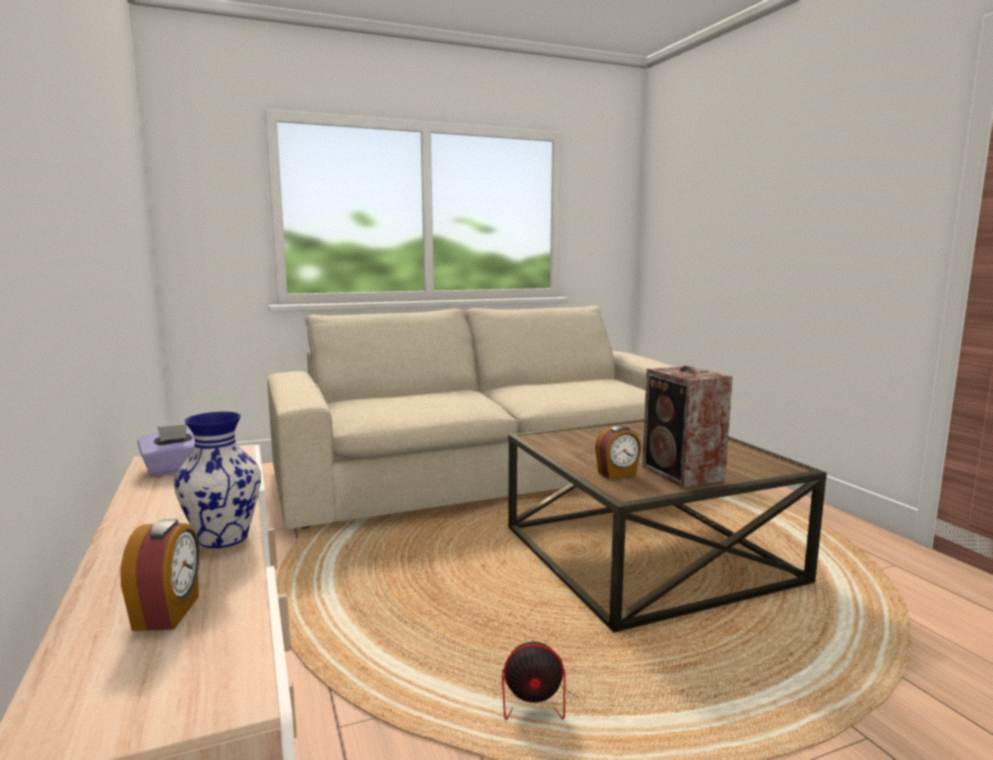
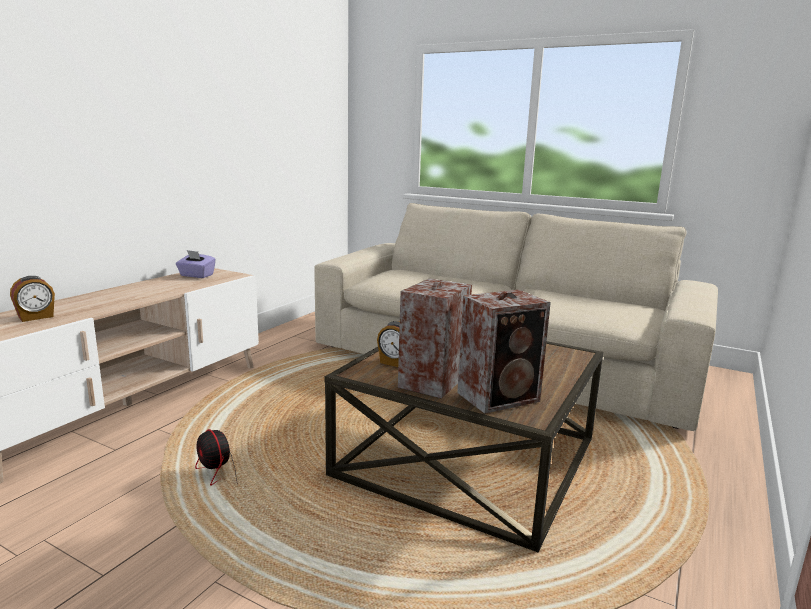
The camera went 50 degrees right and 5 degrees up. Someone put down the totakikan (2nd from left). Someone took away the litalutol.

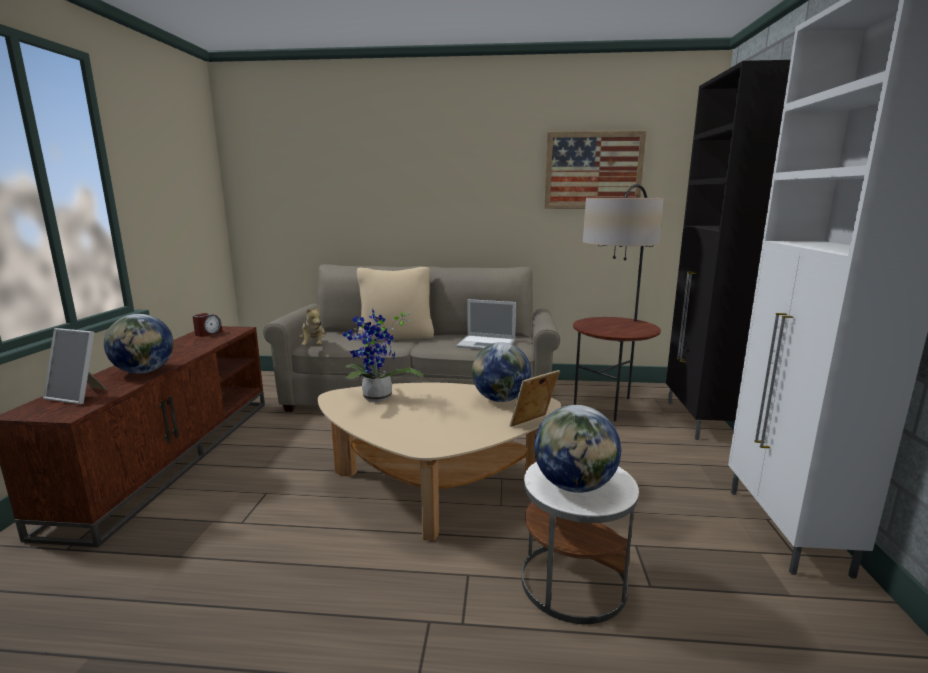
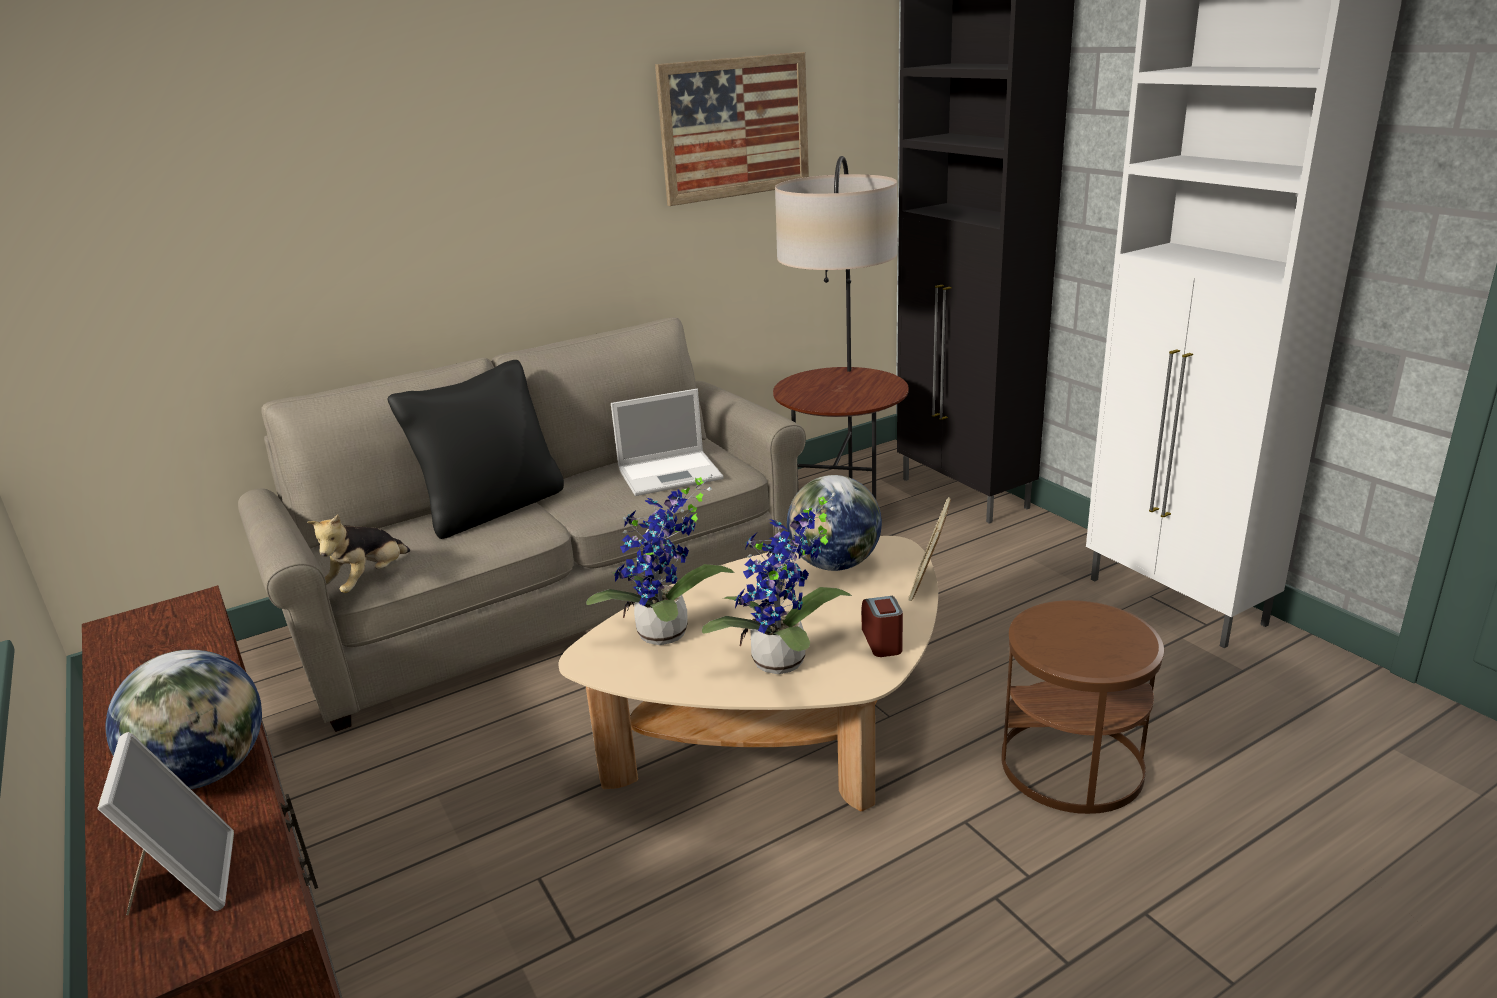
The camera went 35 degrees left and 10 degrees up. Someone rotated the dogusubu (1st from left) by 90 degrees counterclockwise. Someone rotated the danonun by 75 degrees clockwise. Someone repainted the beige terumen, which became the black terumen. Someone put down the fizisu (2nd from left). Someone carried the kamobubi. Someone repainted the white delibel, which became the brown delibel. Someone took away the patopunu (3rd from left).

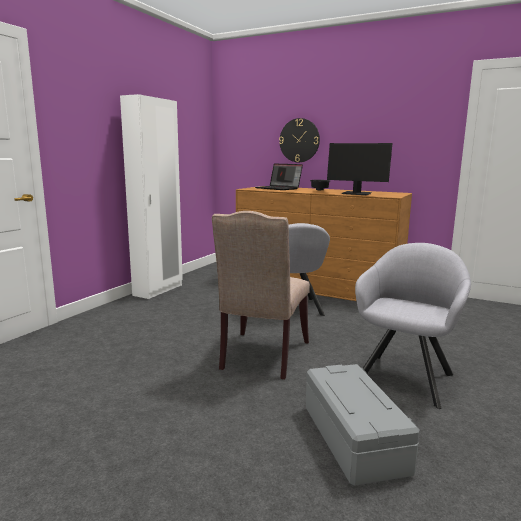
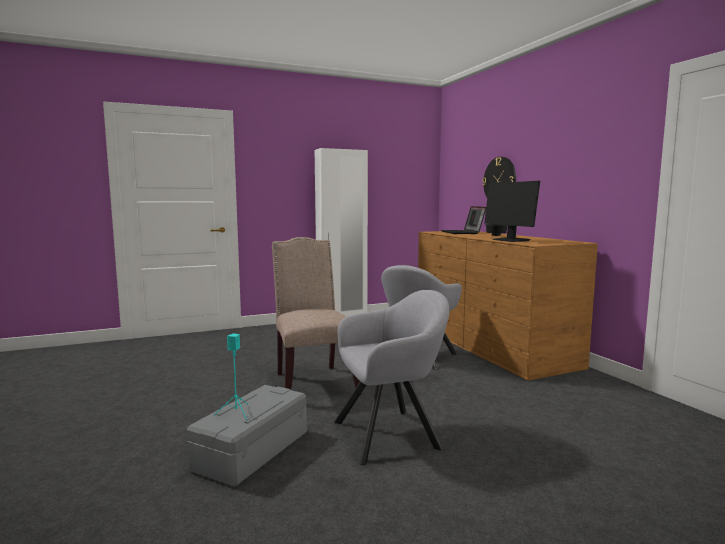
The camera went 40 degrees right and 5 degrees down. Someone put down the turquoise totakikan. Someone rotated the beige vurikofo by 105 degrees clockwise.

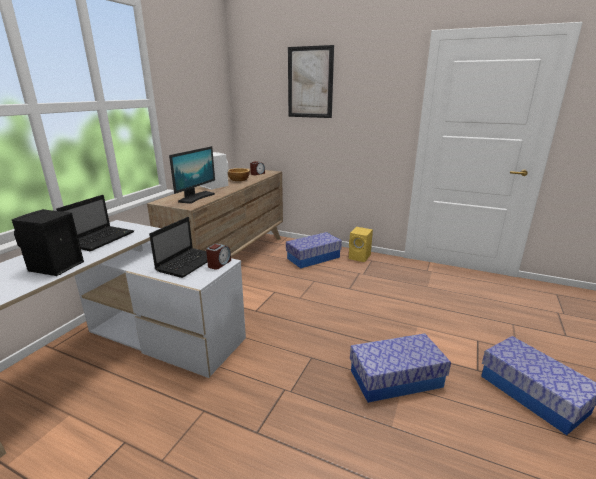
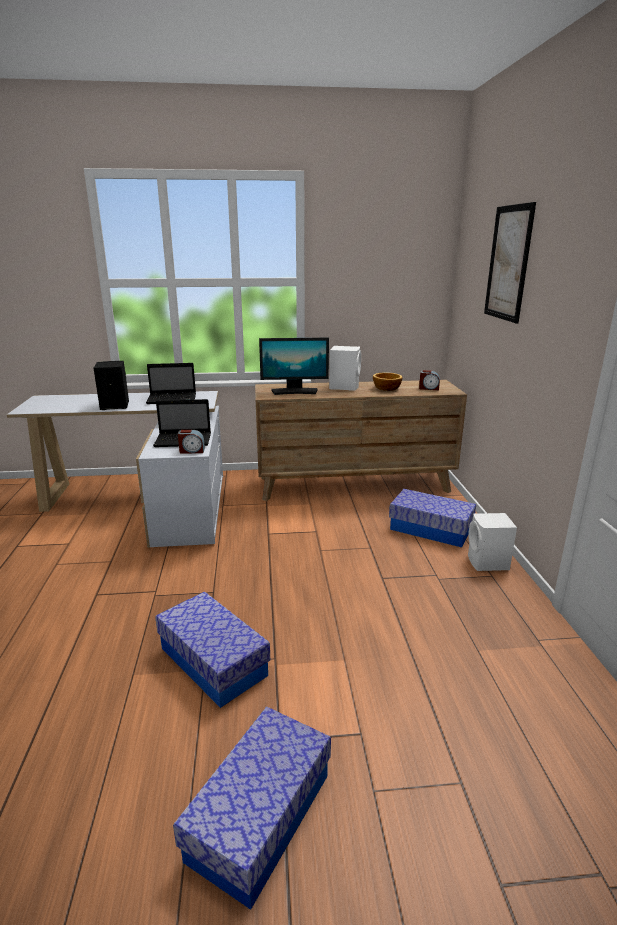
The camera went 60 degrees right and 0 degrees up. Someone repainted the yellow totakikan, which became the white totakikan (2nd from left).

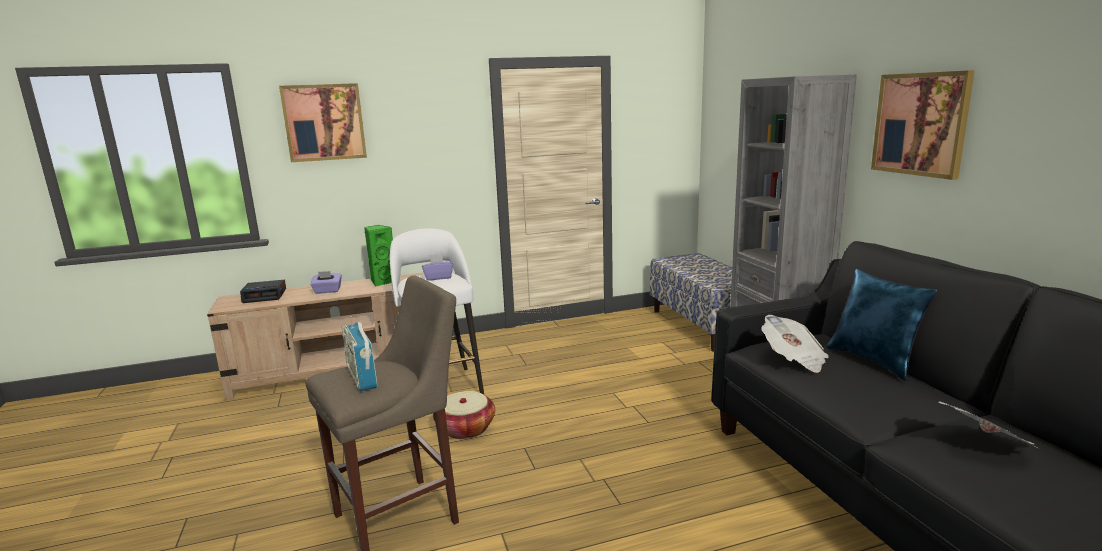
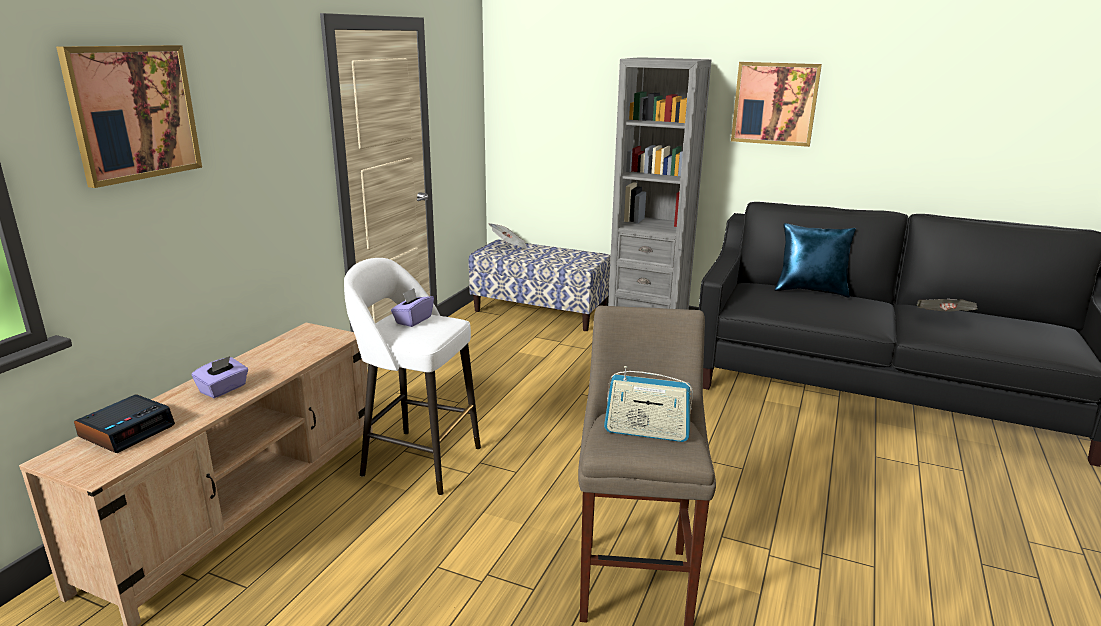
The camera went 50 degrees left and 5 degrees up. Someone carried the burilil (1st from left). Someone took away the green totakikan. Someone took away the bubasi.

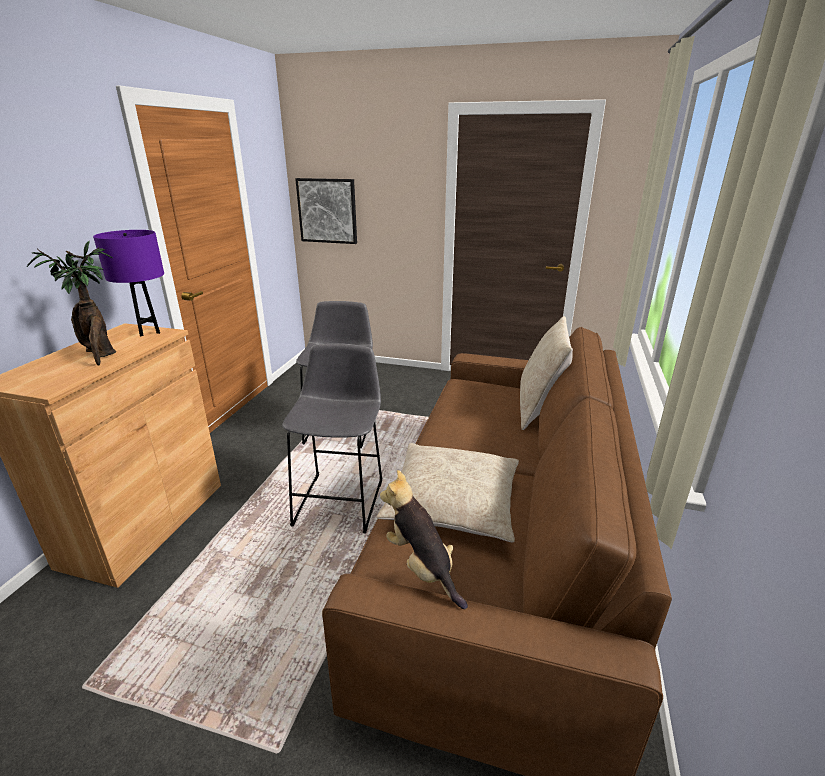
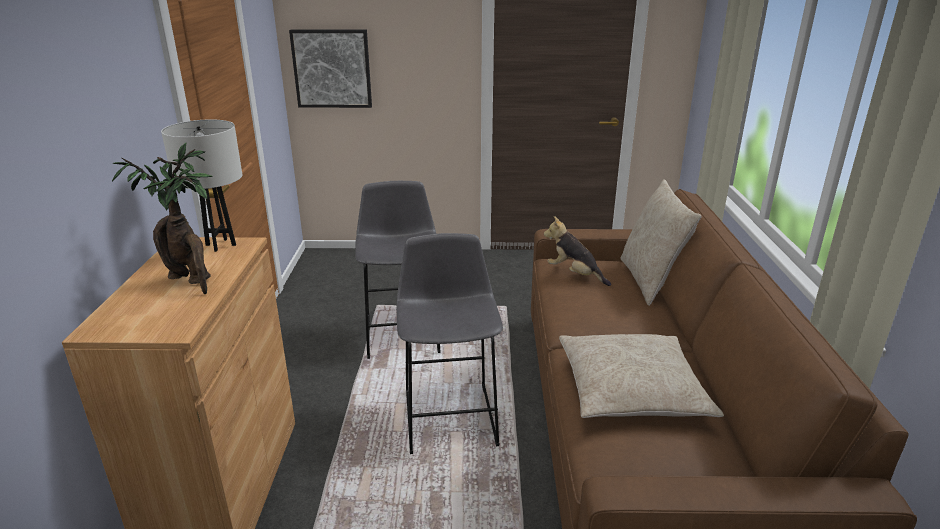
The camera went 15 degrees left and 0 degrees up. Someone repainted the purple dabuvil, which became the white dabuvil. Someone carried the danonun.

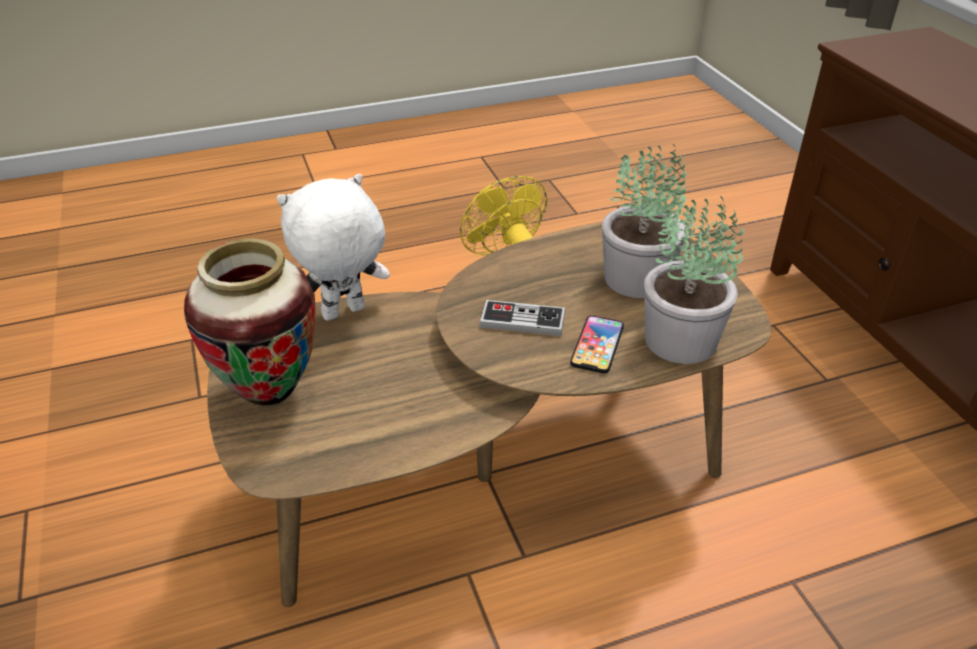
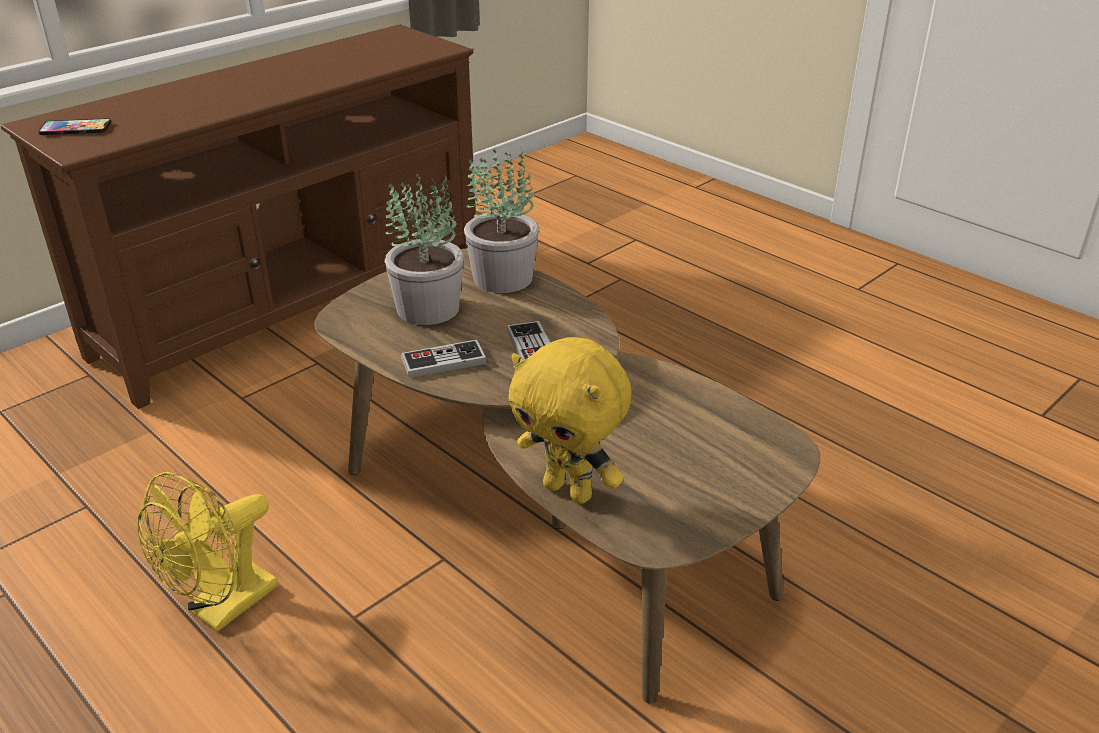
The camera went 115 degrees left and 5 degrees down. Someone carried the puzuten. Someone put down the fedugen (1st from left). Someone repainted the white danonun, which became the yellow danonun. Someone took away the litalutol.

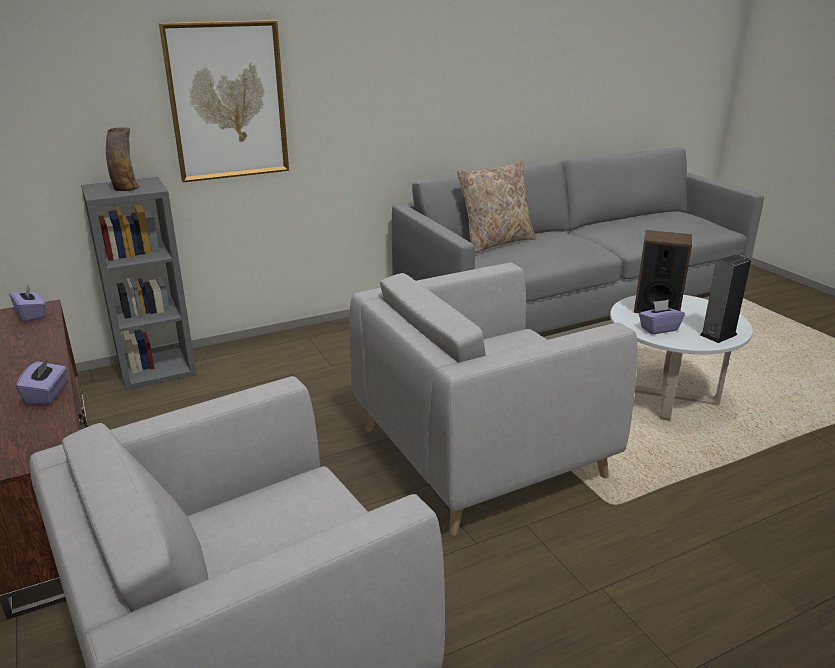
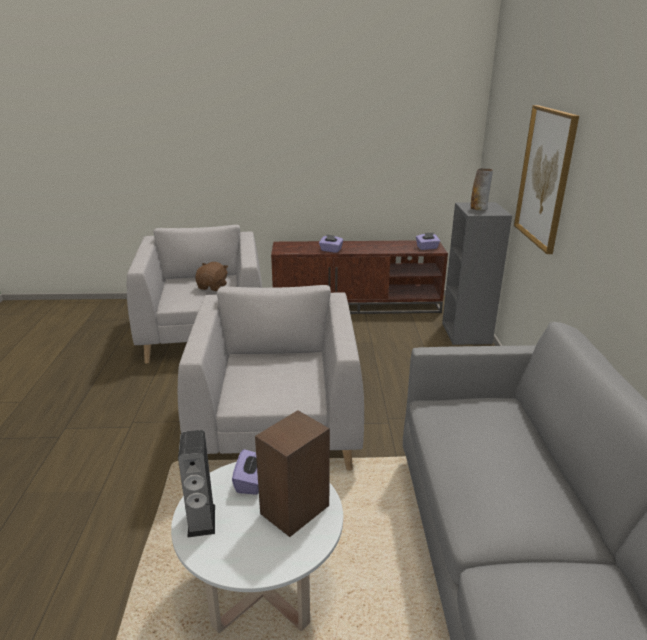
The camera went 115 degrees right and 0 degrees up. Someone put down the brown danonun. Someone took away the beige terumen.

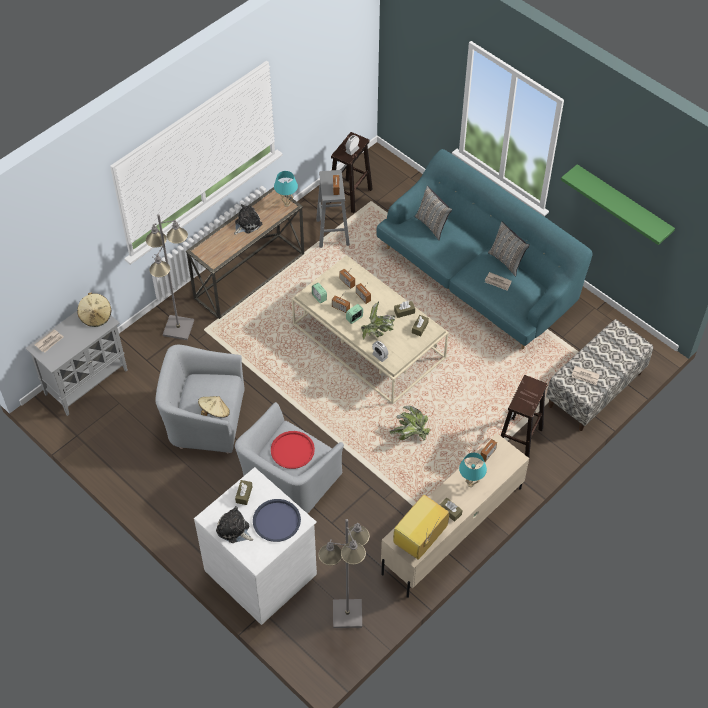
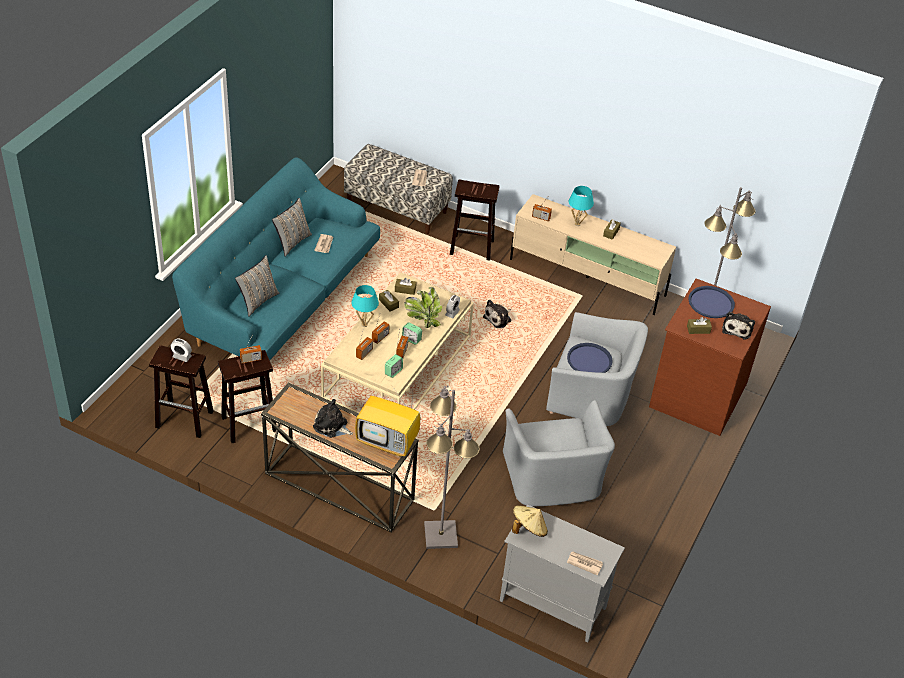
The camera went 110 degrees left and 10 degrees down. Someone repainted the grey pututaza, which became the brown pututaza (2nd from left). Someone carried the turquoise dabuvil (1st from left). Someone carried the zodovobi. Someone swapped the fizisu (2nd from left) for the danonun (2nd from left). Someone repainted the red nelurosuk, which became the blue nelurosuk (1st from left). Someone repainted the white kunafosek, which became the brown kunafosek. Someone took away the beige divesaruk (2nd from left). Someone took away the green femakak.

